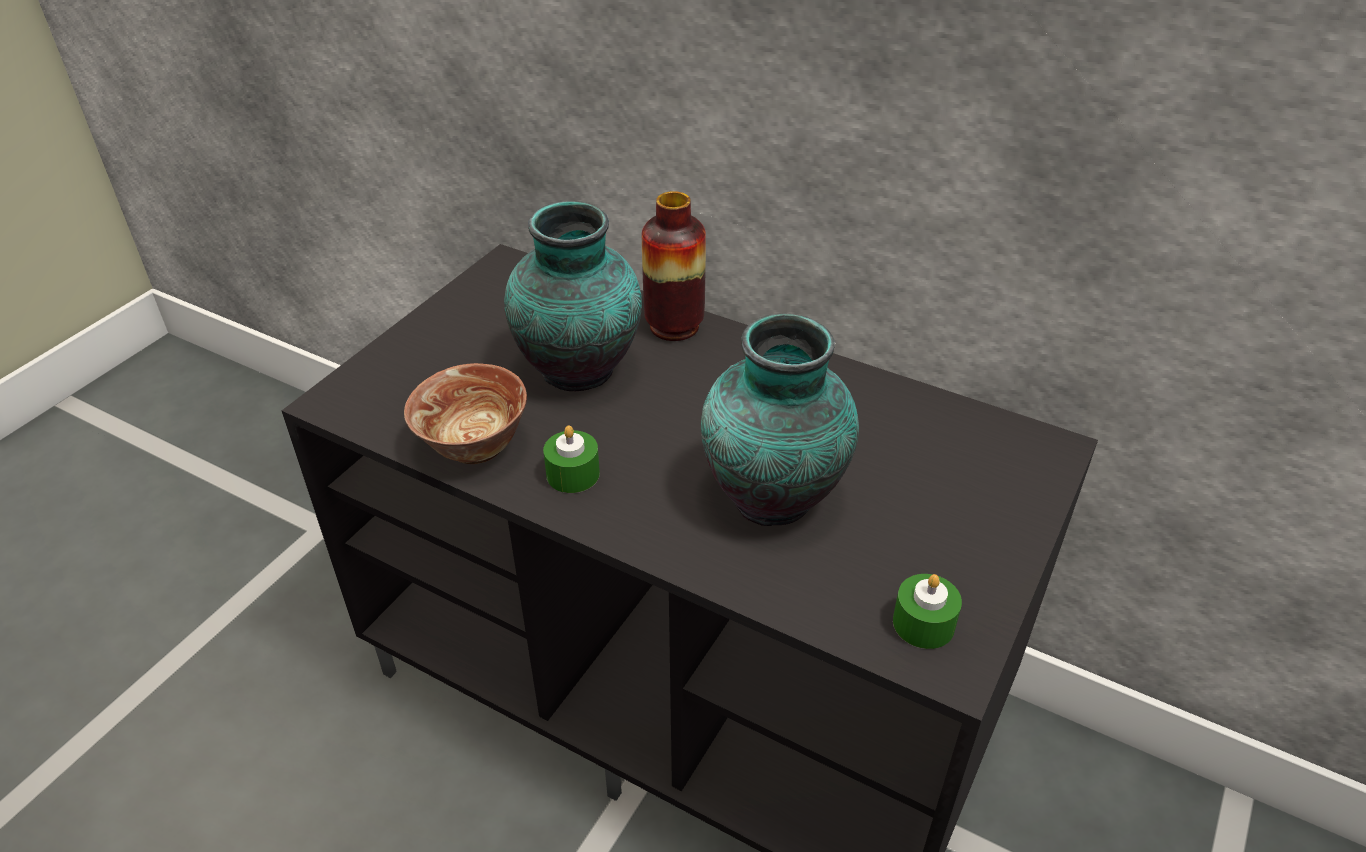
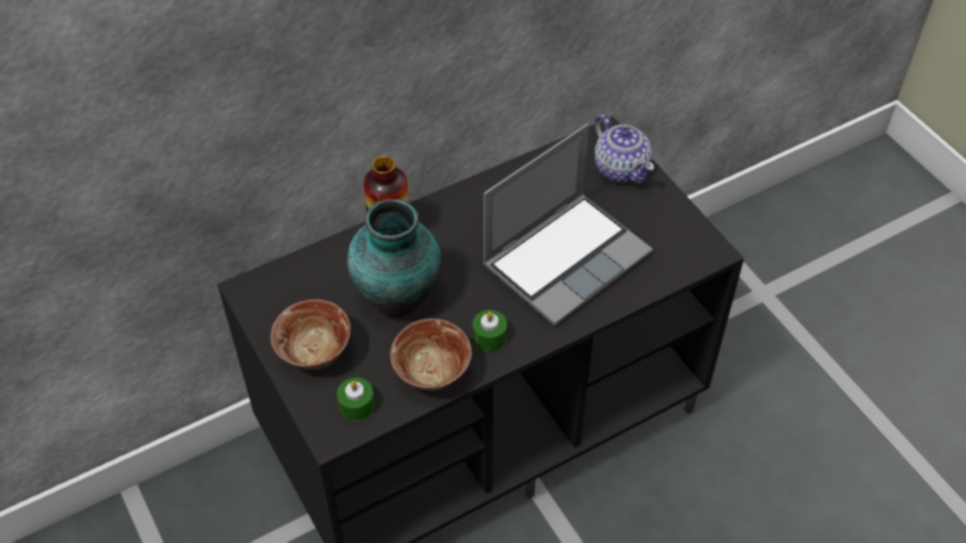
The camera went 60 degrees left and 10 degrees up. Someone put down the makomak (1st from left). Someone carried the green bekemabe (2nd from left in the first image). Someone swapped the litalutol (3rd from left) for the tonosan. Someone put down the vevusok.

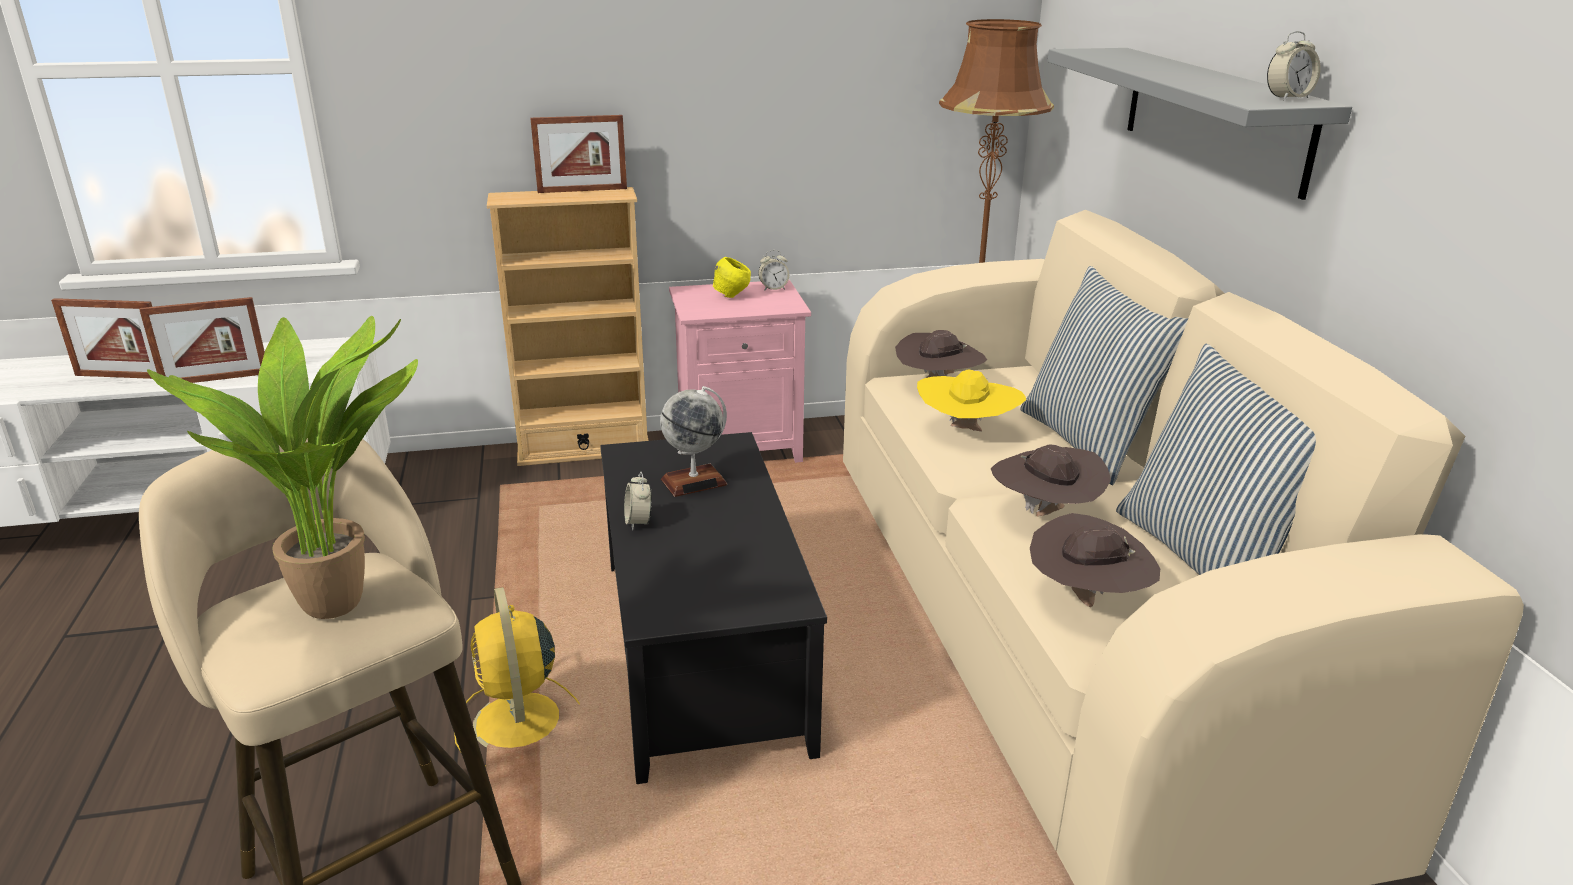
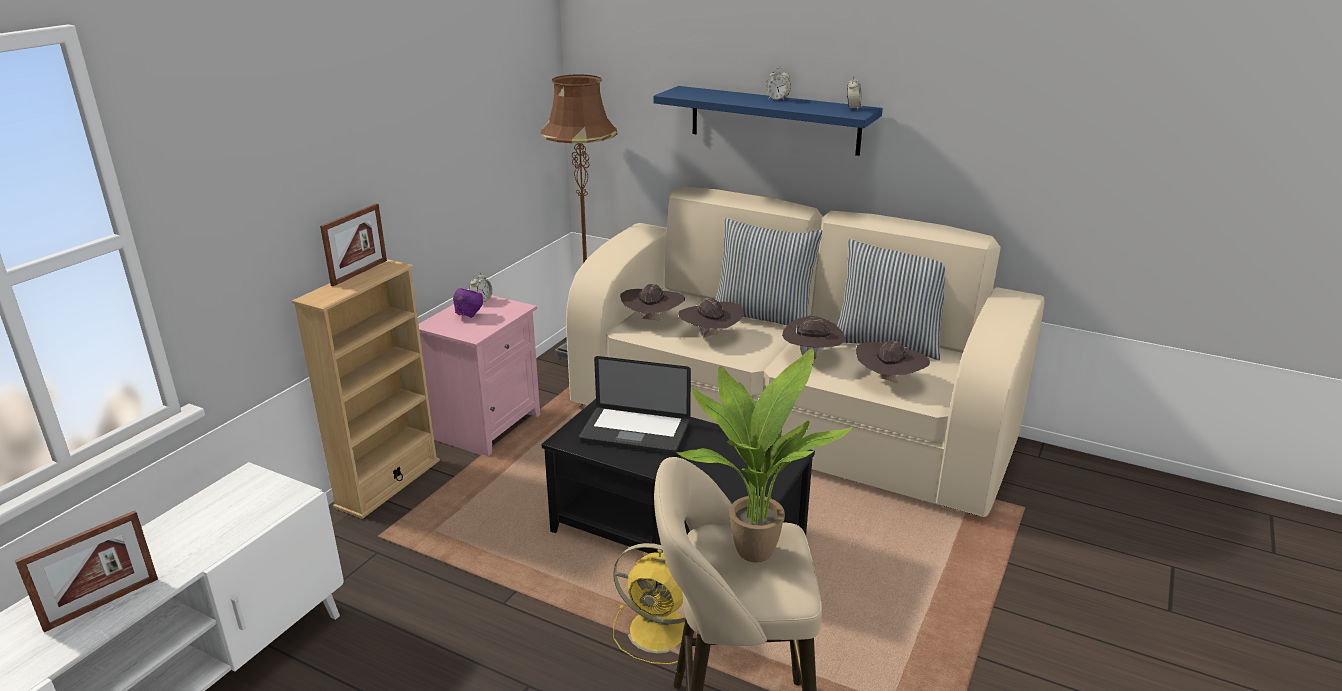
The camera went 50 degrees left and 0 degrees up. Someone repainted the yellow makomak, which became the purple makomak. Someone swapped the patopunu for the tonosan. Someone repainted the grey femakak, which became the blue femakak. Someone repainted the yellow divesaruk, which became the brown divesaruk (2nd from left). Someone carried the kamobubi (1st from left in the first image). Someone took away the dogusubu (2nd from left).

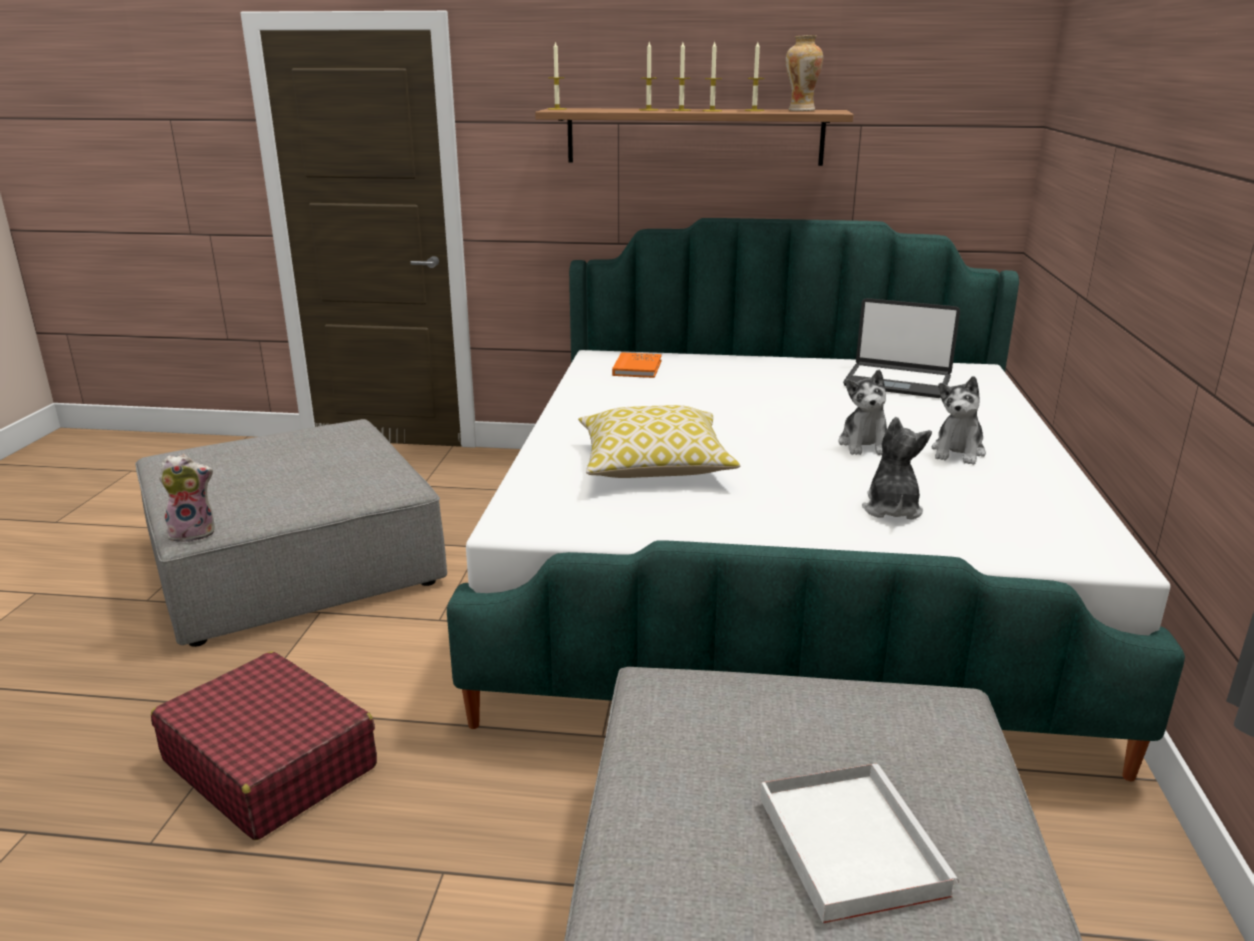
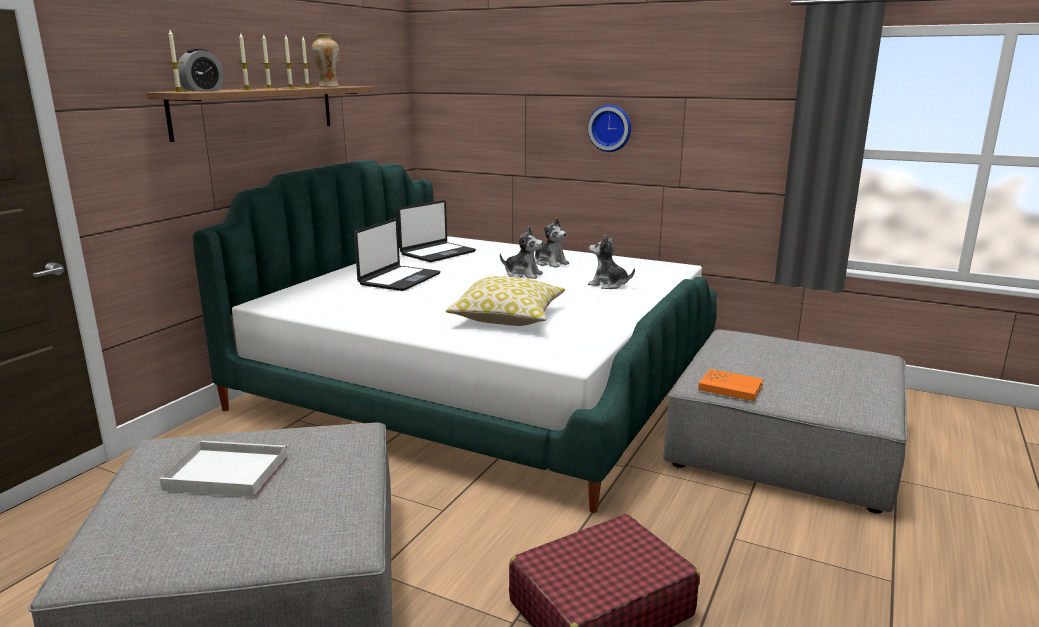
The camera went 70 degrees left and 5 degrees down. Someone carried the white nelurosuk. Someone put down the kamobubi. Someone put down the tonosan (1st from left). Someone put up the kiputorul. Someone carried the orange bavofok. Someone took away the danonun (1st from left).

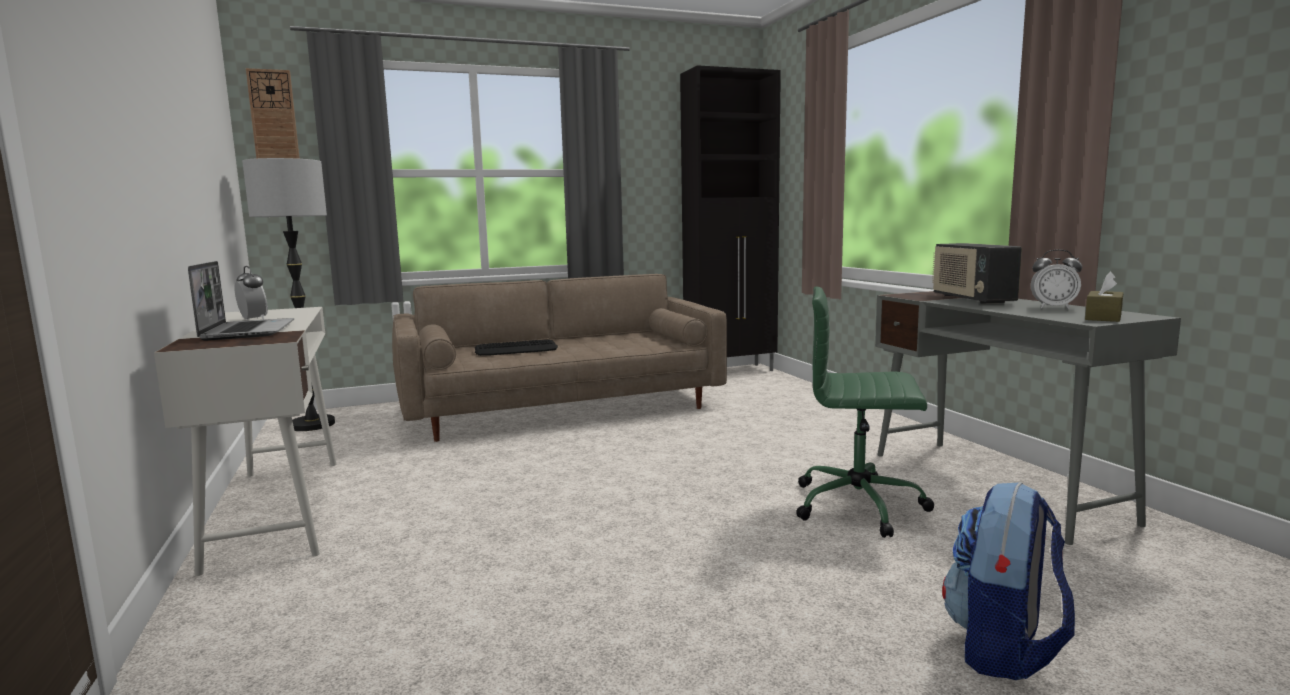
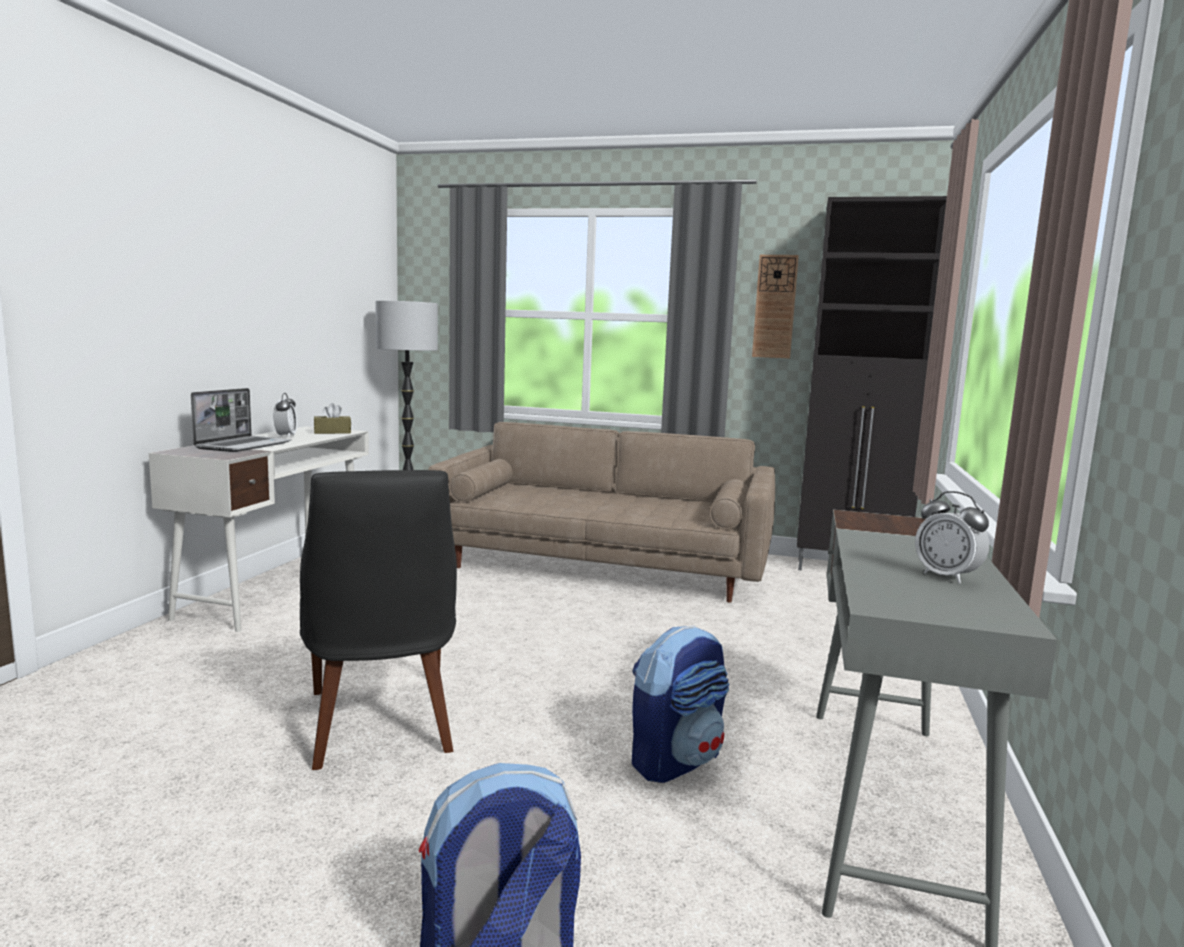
The camera went 35 degrees right and 0 degrees up. Someone put down the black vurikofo. Someone carried the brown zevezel. Someone swapped the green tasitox for the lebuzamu (2nd from left). Someone carried the kiputorul. Someone took away the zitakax. Someone took away the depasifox.

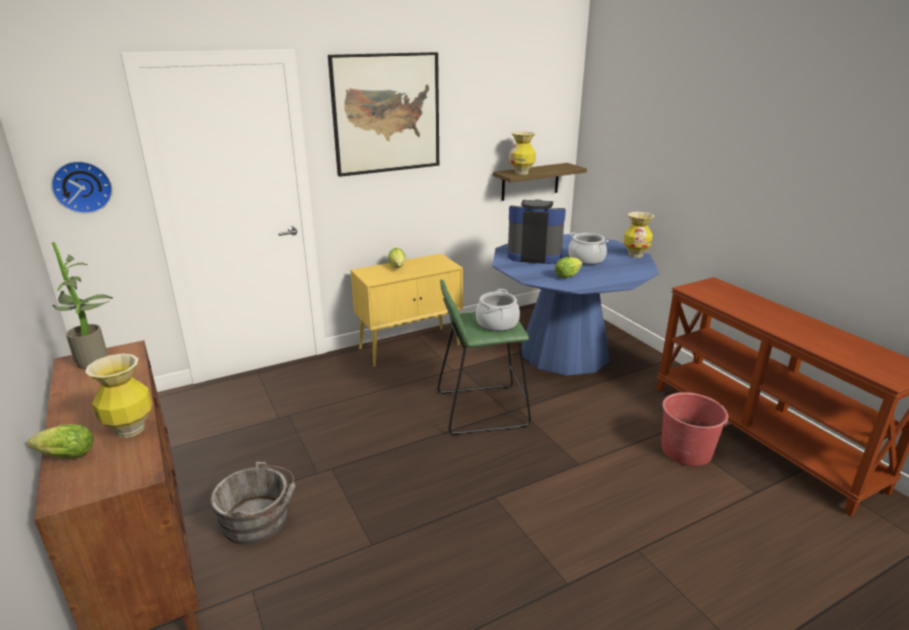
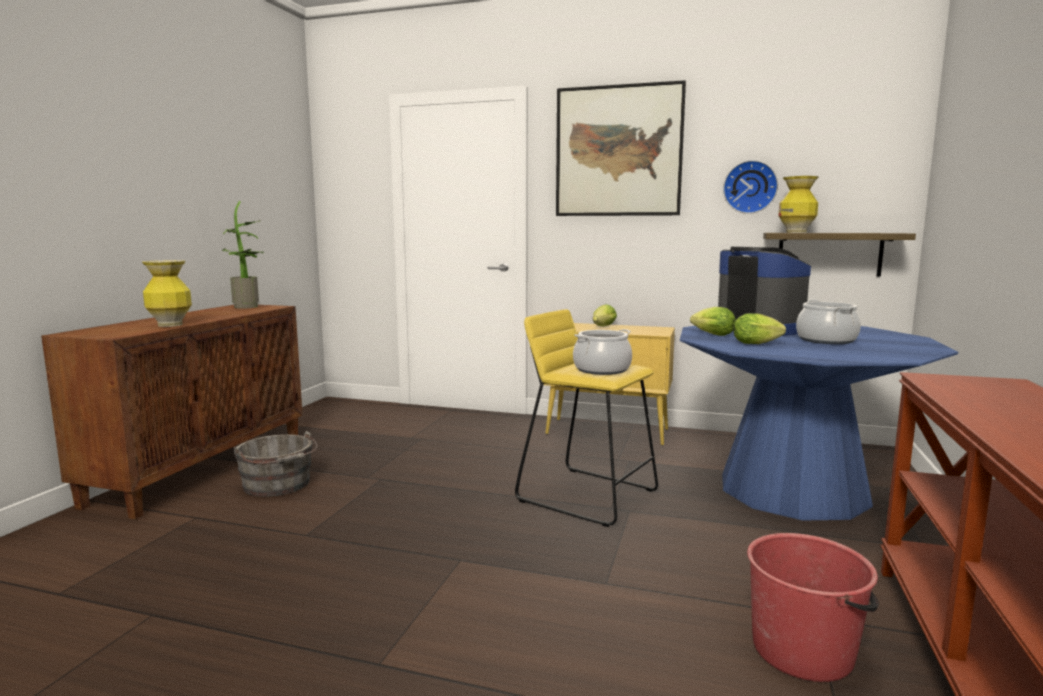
The camera went 45 degrees right and 15 degrees down. Someone repainted the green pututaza, which became the yellow pututaza. Someone carried the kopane (1st from left in the first image). Someone carried the kiputorul. Someone took away the litalutol (3rd from left).

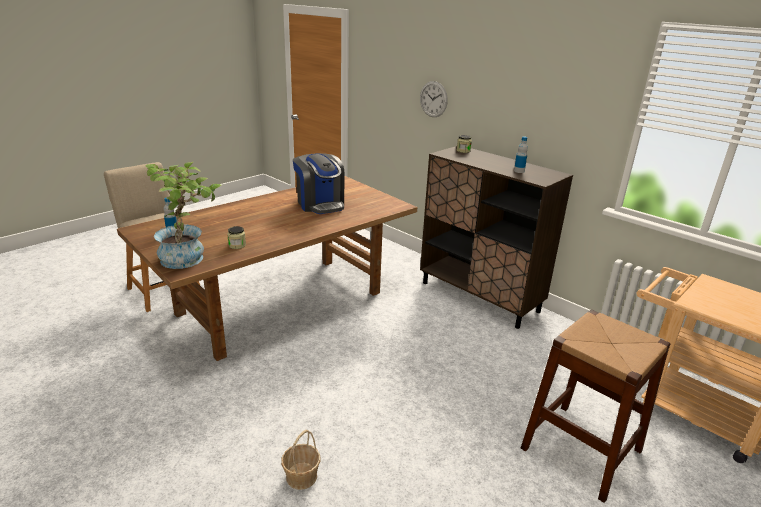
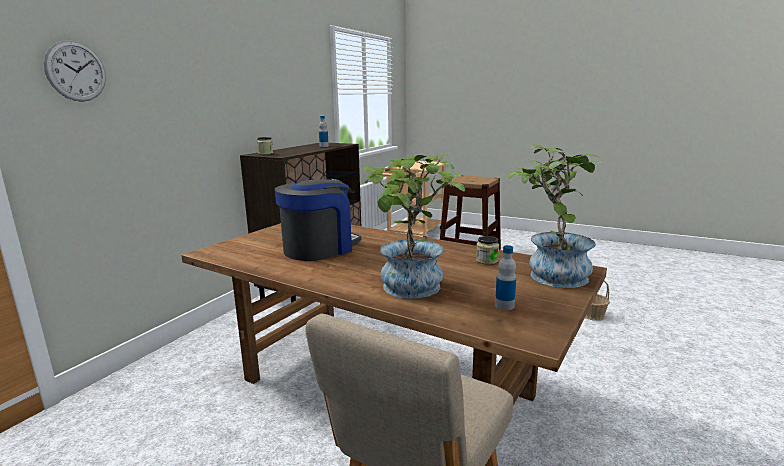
The camera went 105 degrees left and 10 degrees down. Someone carried the kiputorul. Someone put down the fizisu (1st from left).

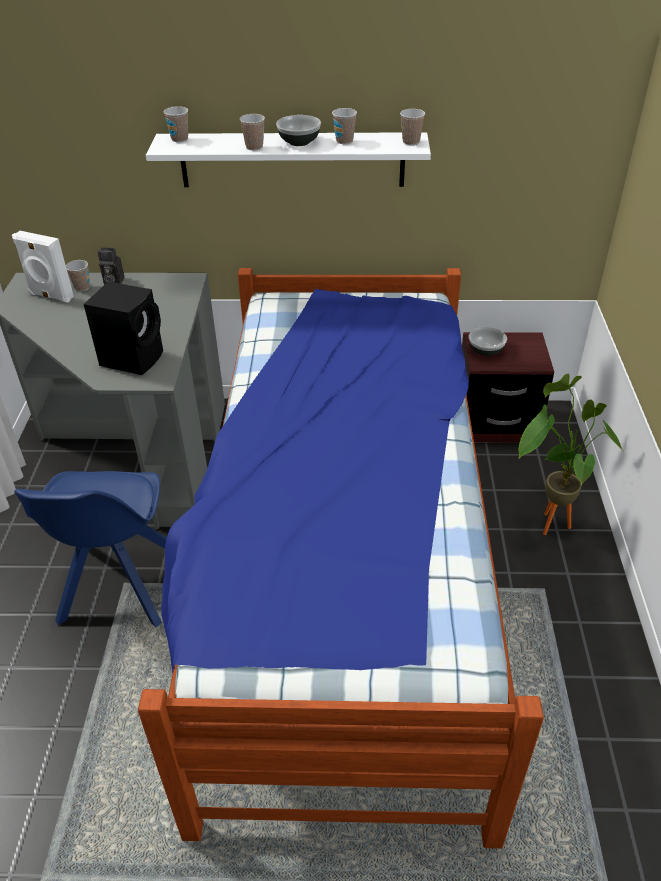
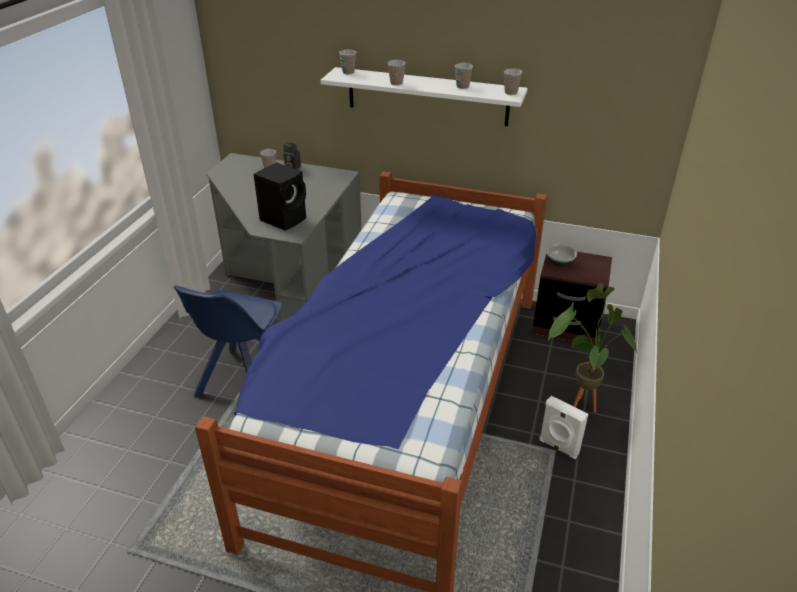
The camera went 15 degrees right and 5 degrees down. Someone carried the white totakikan. Someone took away the makomak (1st from left).

